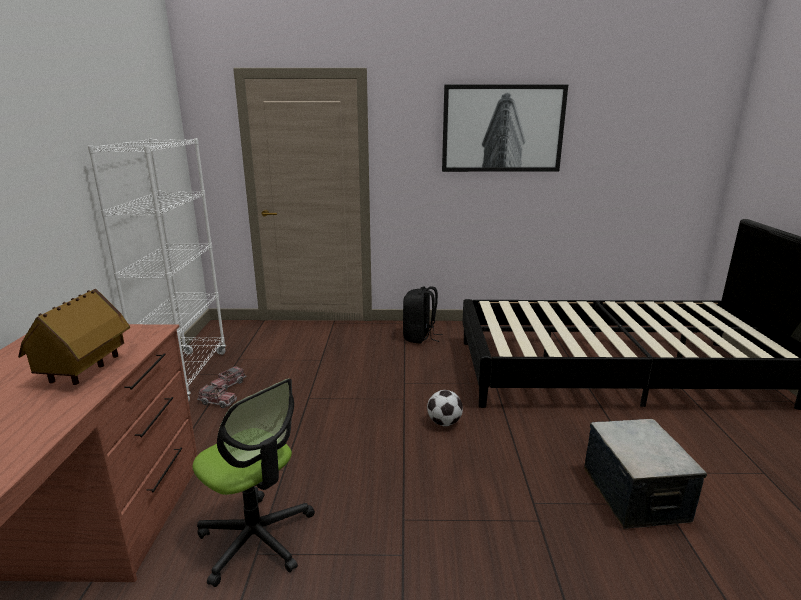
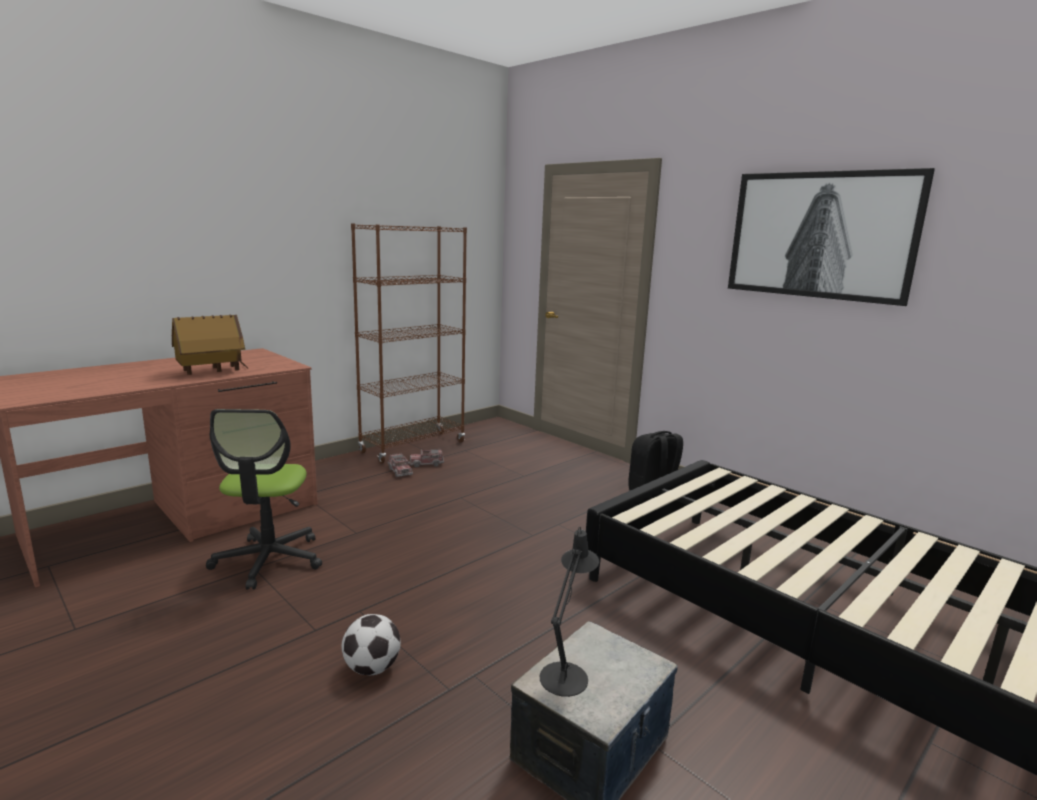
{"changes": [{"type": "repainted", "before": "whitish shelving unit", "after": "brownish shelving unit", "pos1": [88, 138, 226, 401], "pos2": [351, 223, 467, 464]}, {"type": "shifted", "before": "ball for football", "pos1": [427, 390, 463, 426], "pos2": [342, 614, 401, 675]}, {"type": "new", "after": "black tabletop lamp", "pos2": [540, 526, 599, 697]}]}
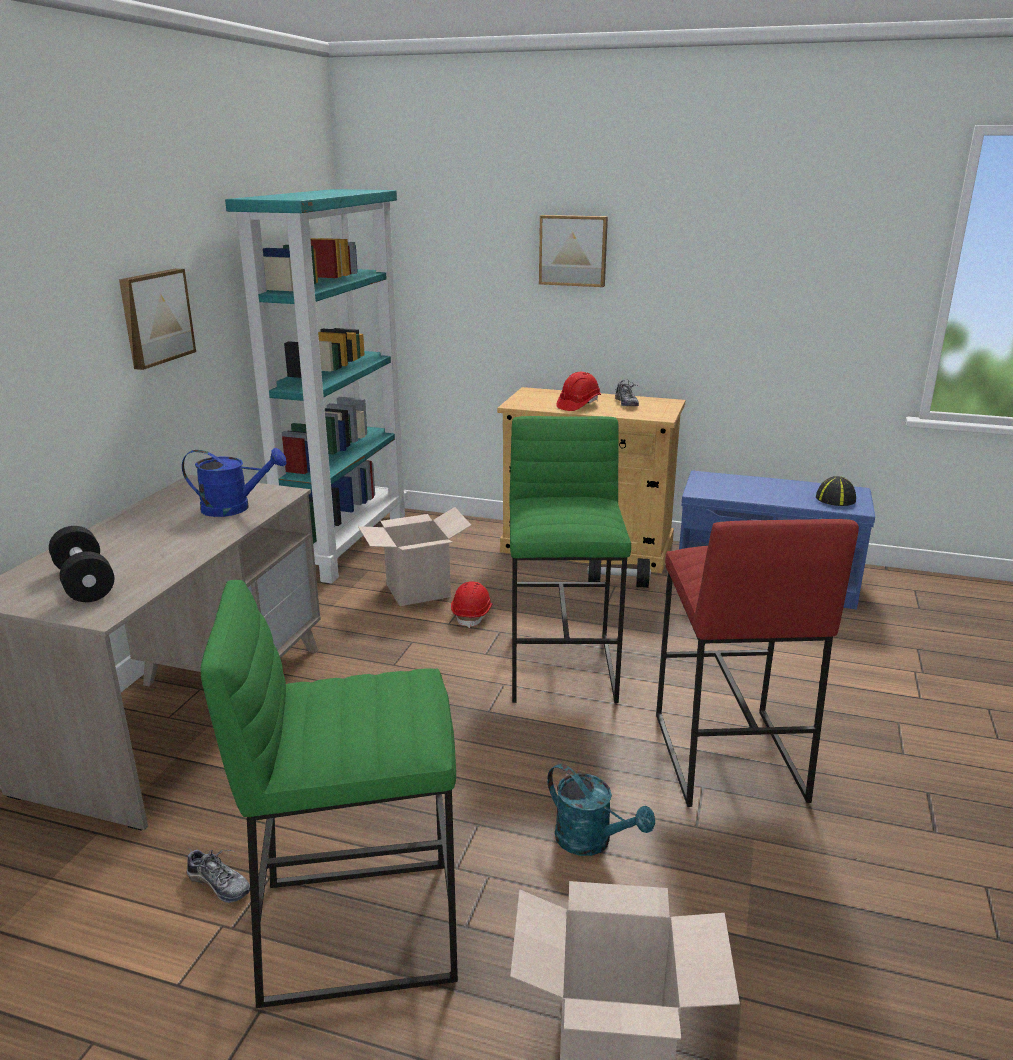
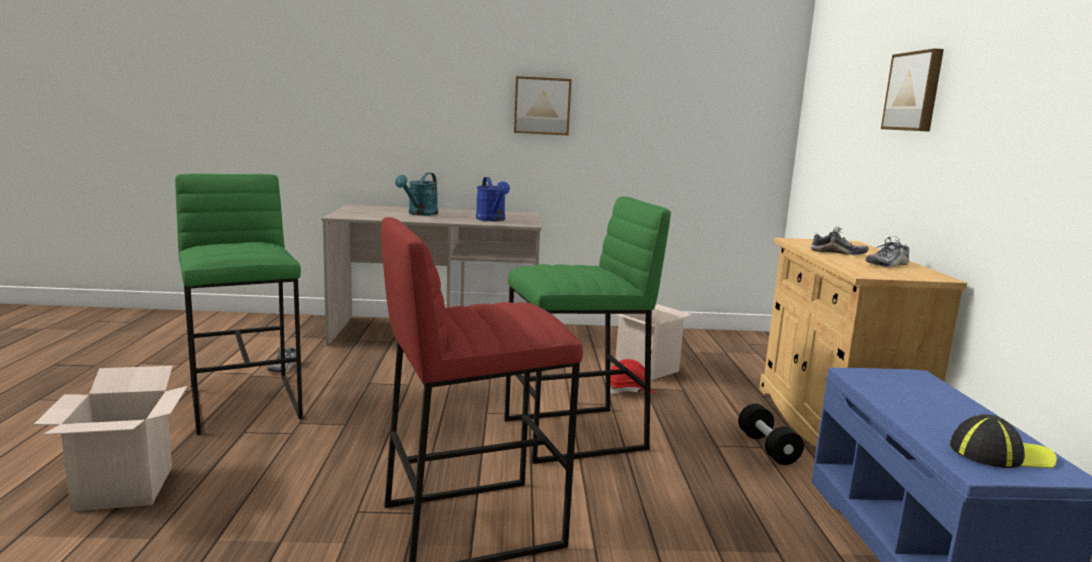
{"changes": [{"type": "gone", "before": "black dumbbell", "pos1": [49, 526, 114, 602]}, {"type": "gone", "before": "turquoise shelving unit", "pos1": [225, 189, 408, 584]}, {"type": "shifted", "before": "turquoise sprinkling can", "pos1": [547, 764, 655, 856], "pos2": [395, 173, 438, 216]}, {"type": "swapped", "before": "red hard hat", "after": "shoe", "pos1": [556, 372, 601, 411], "pos2": [811, 227, 869, 255]}]}
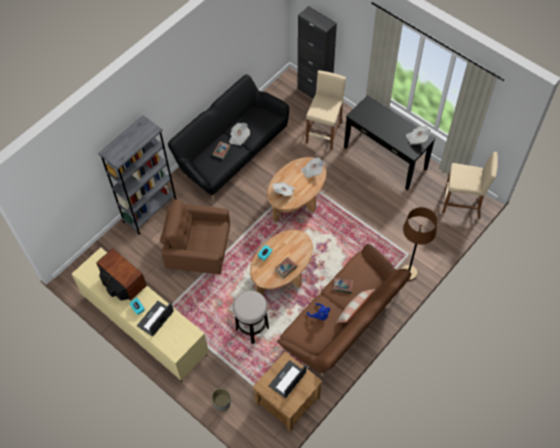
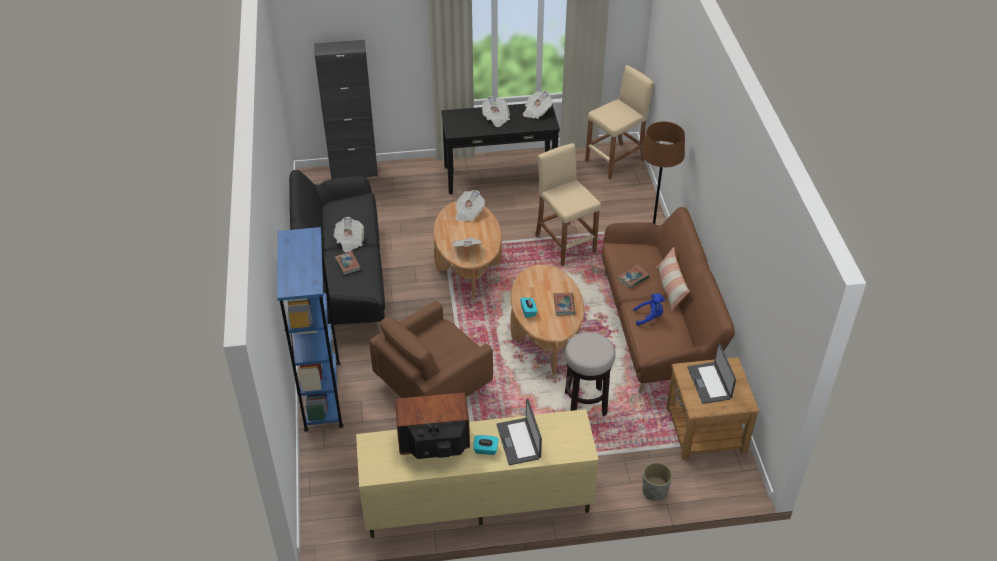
{"changes": [{"type": "repainted", "before": "greyish shelving unit", "after": "bluish shelving unit", "pos1": [98, 115, 177, 235], "pos2": [277, 227, 344, 432]}, {"type": "shifted", "before": "sand-coloured stool", "pos1": [306, 70, 346, 150], "pos2": [535, 143, 601, 266]}, {"type": "new", "after": "newspaper", "pos2": [482, 96, 510, 127]}]}
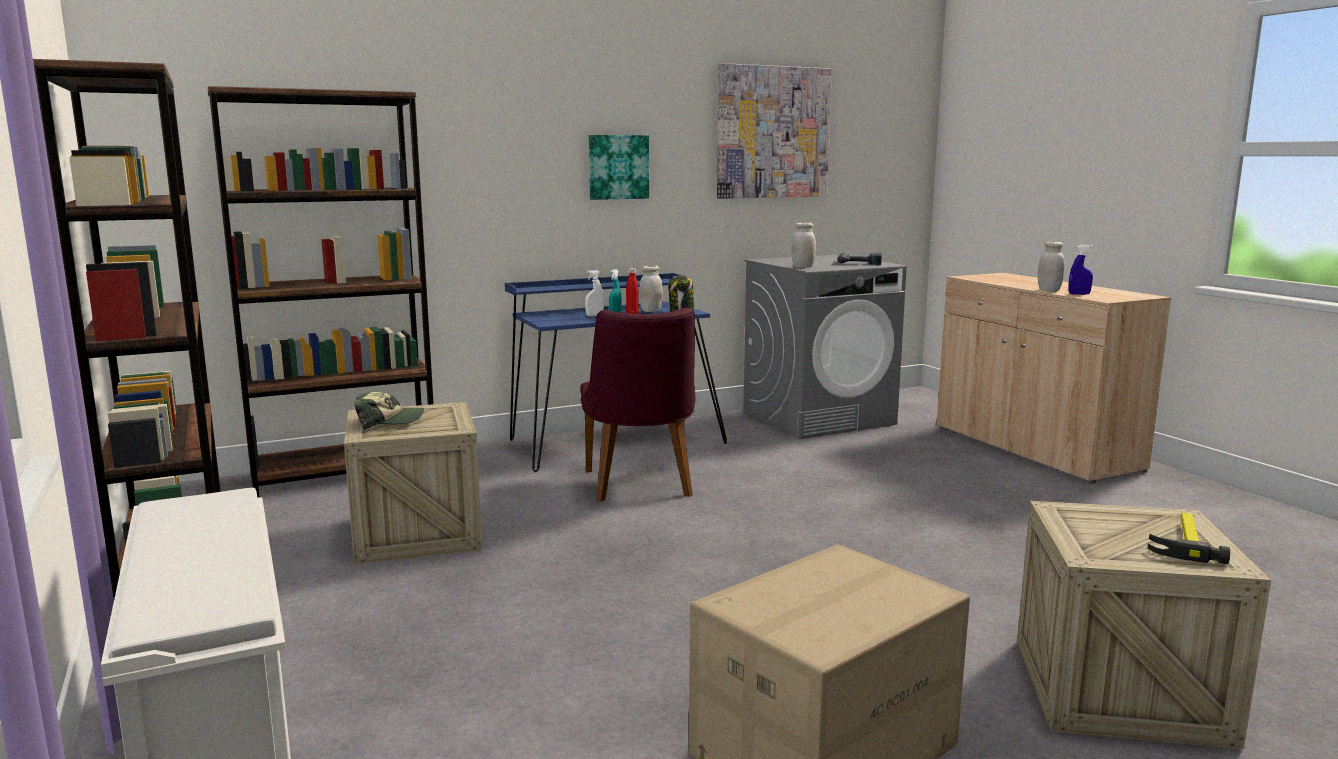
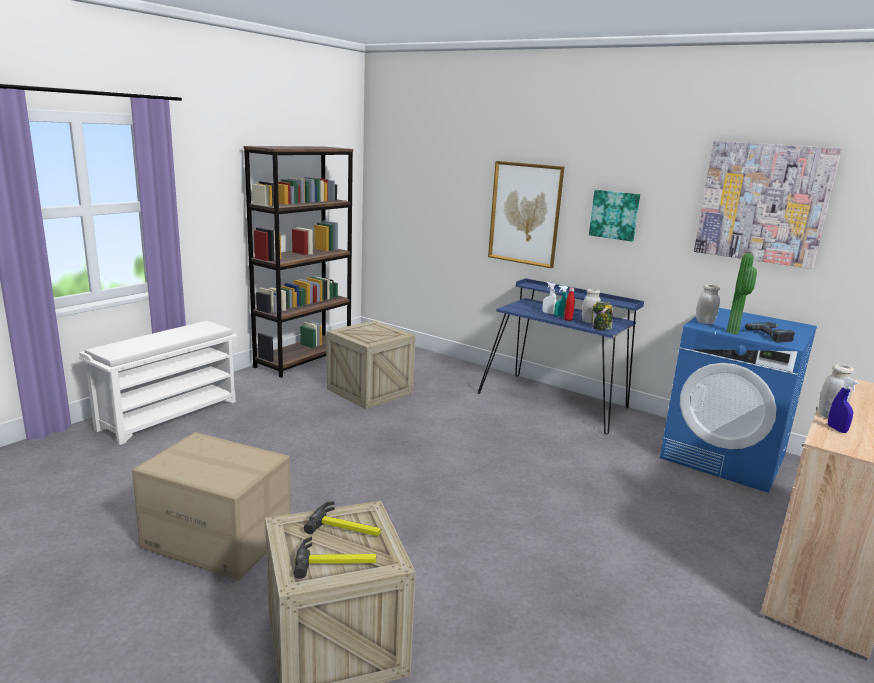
{"changes": [{"type": "gone", "before": "brownish shelving unit", "pos1": [208, 86, 434, 497]}, {"type": "gone", "before": "cap", "pos1": [354, 392, 424, 431]}, {"type": "gone", "before": "purple upright chair", "pos1": [580, 308, 696, 501]}, {"type": "repainted", "before": "greyish laundry machine", "after": "bluish laundry machine", "pos1": [743, 255, 907, 439], "pos2": [660, 308, 817, 493]}, {"type": "new", "after": "hammer", "pos2": [304, 501, 381, 536]}, {"type": "new", "after": "wall art", "pos2": [488, 161, 564, 268]}, {"type": "new", "after": "houseplant", "pos2": [727, 253, 757, 334]}]}
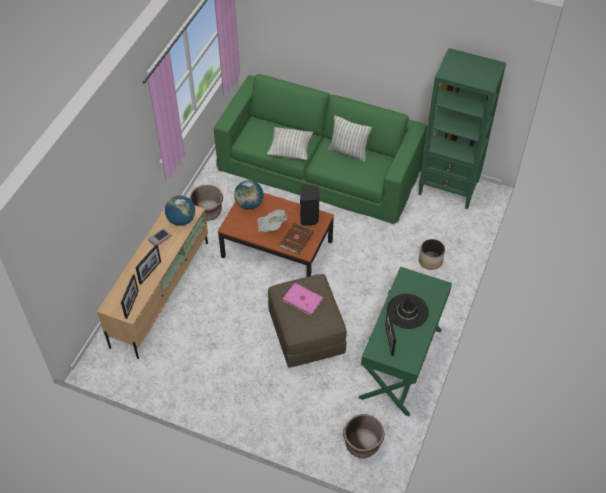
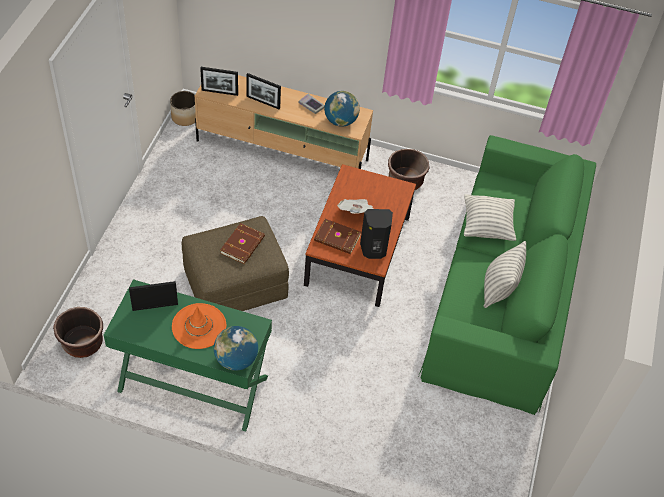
{"changes": [{"type": "shifted", "before": "world globe", "pos1": [234, 180, 263, 209], "pos2": [214, 326, 258, 371]}, {"type": "repainted", "before": "pink-coloured bound book", "after": "brownish bound book", "pos1": [283, 283, 323, 315], "pos2": [220, 223, 265, 264]}, {"type": "repainted", "before": "black hat", "after": "orange-coloured hat", "pos1": [387, 294, 429, 329], "pos2": [172, 303, 226, 349]}, {"type": "gone", "before": "greenish shelving unit", "pos1": [418, 48, 506, 209]}, {"type": "shifted", "before": "planter", "pos1": [419, 239, 445, 270], "pos2": [170, 91, 196, 126]}]}
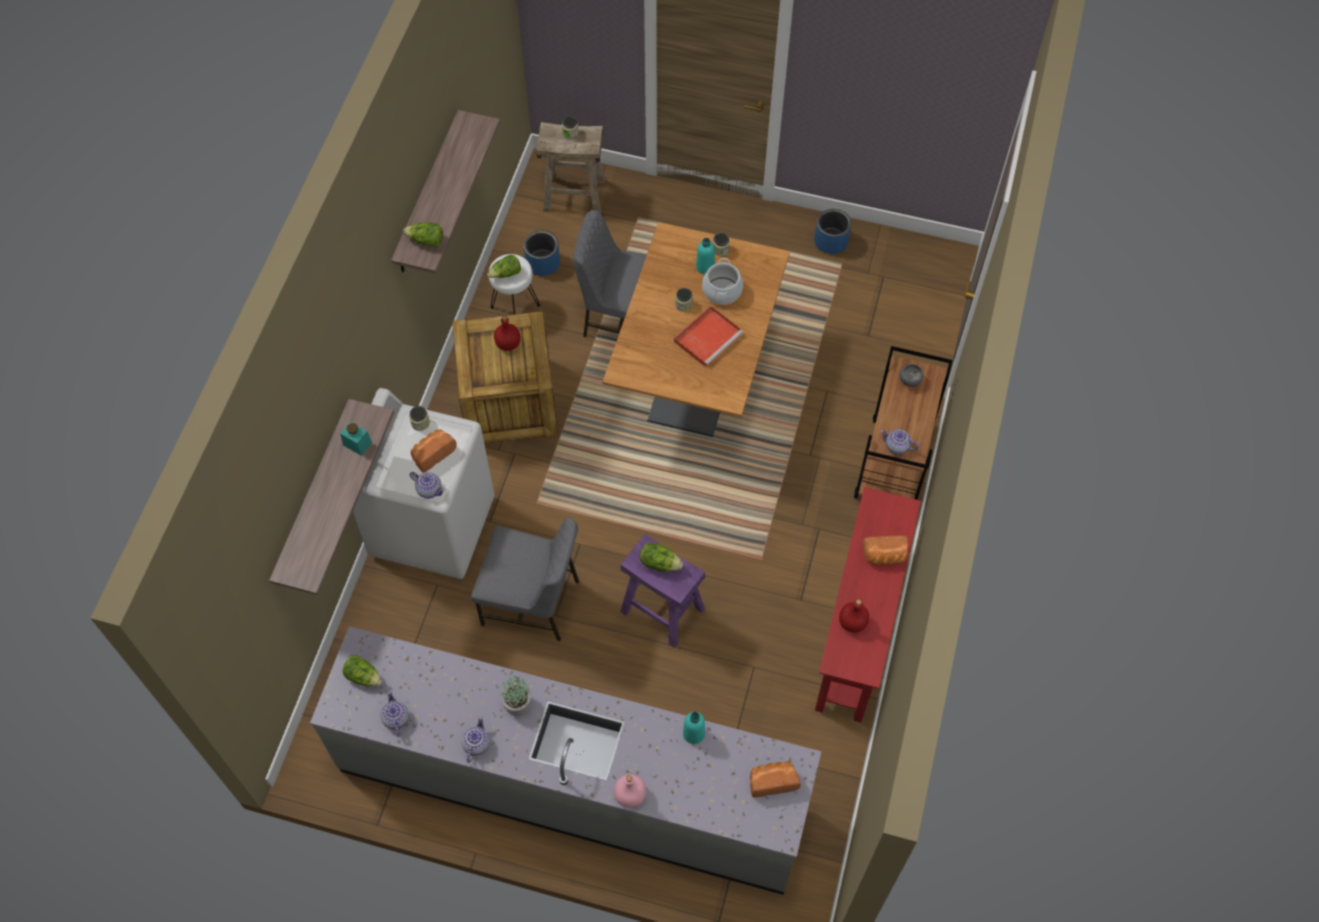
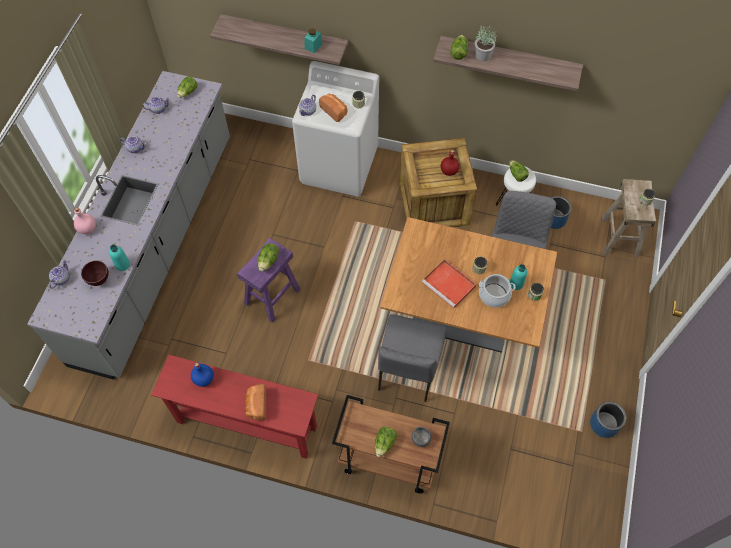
{"changes": [{"type": "shifted", "before": "greyish upright chair", "pos1": [471, 517, 579, 641], "pos2": [378, 314, 447, 402]}, {"type": "shifted", "before": "houseplant", "pos1": [501, 676, 531, 716], "pos2": [475, 25, 496, 61]}, {"type": "gone", "before": "baked bread", "pos1": [750, 762, 801, 798]}, {"type": "repainted", "before": "red beverage bottle", "after": "bluish beverage bottle", "pos1": [839, 599, 869, 633], "pos2": [191, 363, 214, 387]}, {"type": "shifted", "before": "pot for tea", "pos1": [880, 429, 919, 455], "pos2": [49, 260, 70, 289]}, {"type": "new", "after": "brownish deep dish", "pos2": [81, 260, 109, 286]}, {"type": "new", "after": "lettuce head", "pos2": [375, 426, 397, 457]}]}
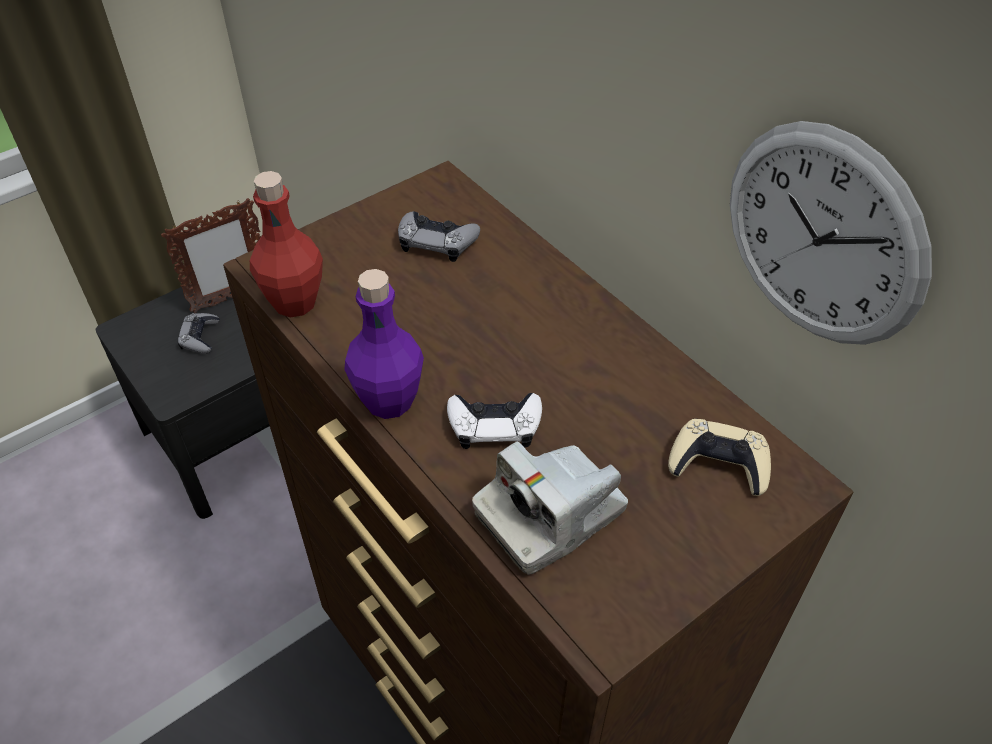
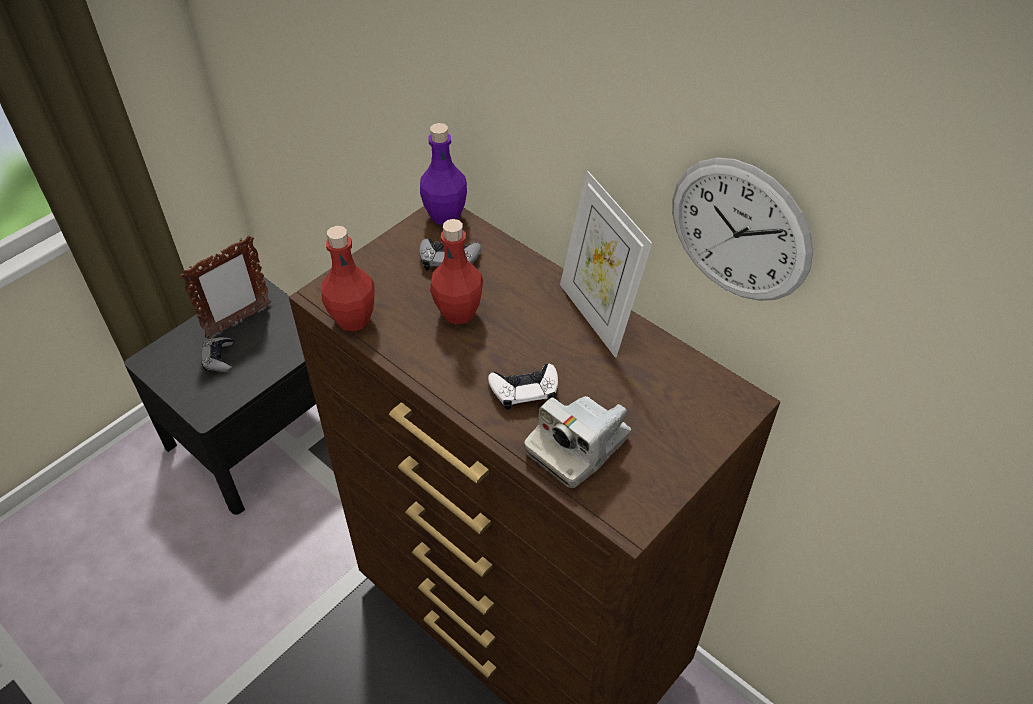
{"changes": [{"type": "shifted", "before": "purple beverage bottle", "pos1": [344, 269, 424, 419], "pos2": [420, 123, 467, 225]}, {"type": "gone", "before": "sand-coloured game controller", "pos1": [668, 419, 771, 496]}, {"type": "new", "after": "red beverage bottle", "pos2": [430, 219, 483, 325]}, {"type": "new", "after": "standing frame", "pos2": [560, 171, 652, 358]}]}
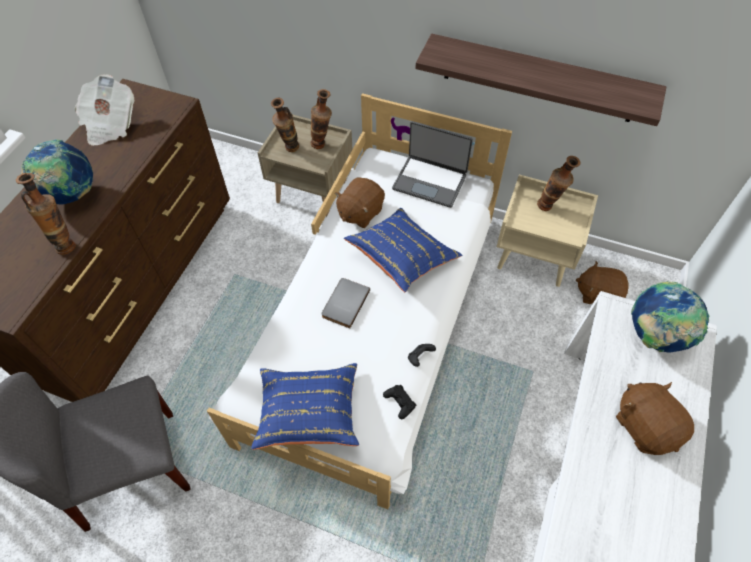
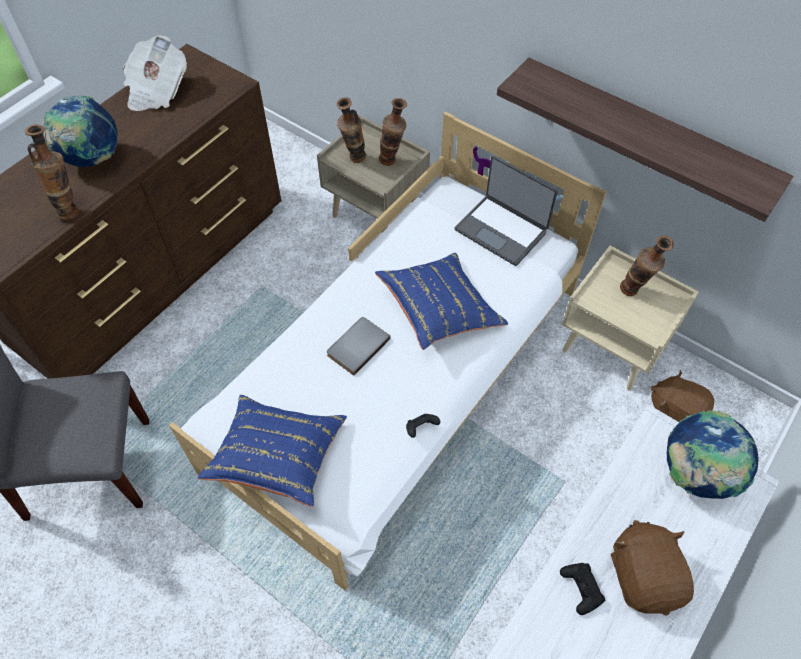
{"changes": [{"type": "gone", "before": "brownish plush toy", "pos1": [335, 177, 385, 228]}, {"type": "shifted", "before": "black game controller", "pos1": [383, 385, 417, 419], "pos2": [560, 563, 606, 615]}]}
